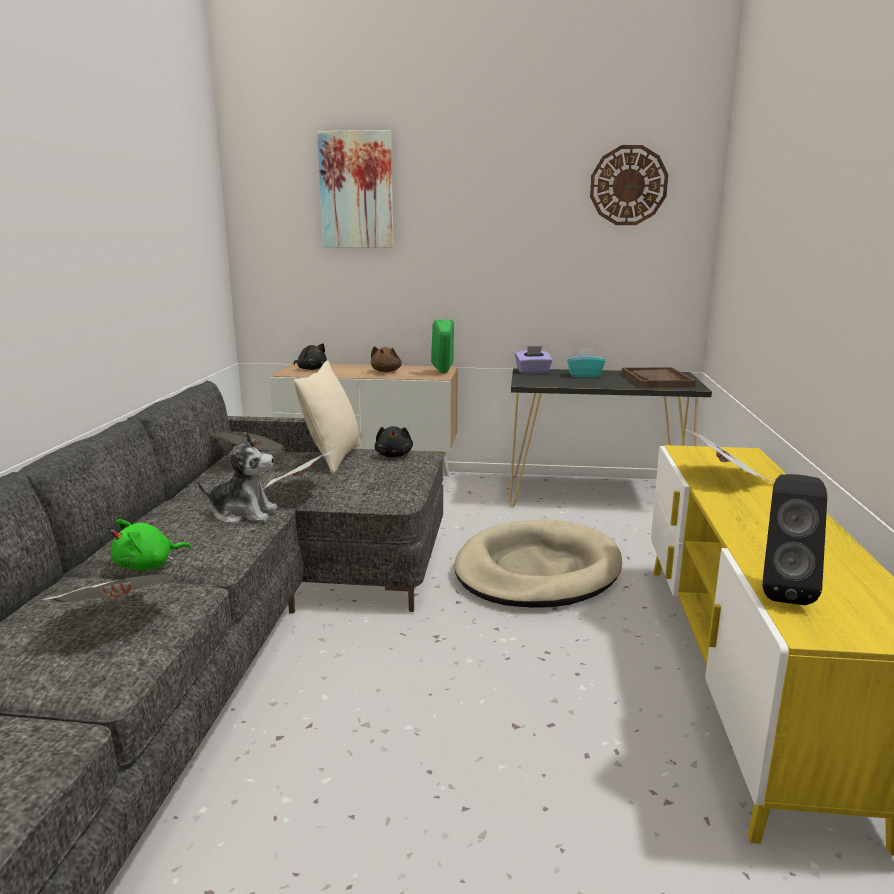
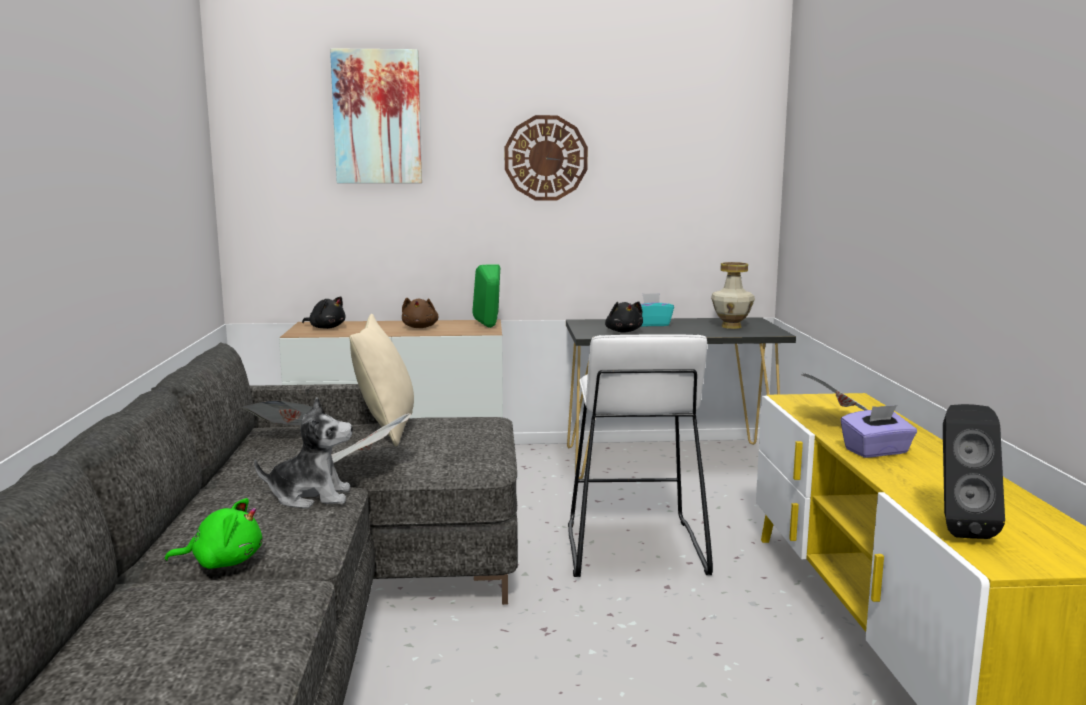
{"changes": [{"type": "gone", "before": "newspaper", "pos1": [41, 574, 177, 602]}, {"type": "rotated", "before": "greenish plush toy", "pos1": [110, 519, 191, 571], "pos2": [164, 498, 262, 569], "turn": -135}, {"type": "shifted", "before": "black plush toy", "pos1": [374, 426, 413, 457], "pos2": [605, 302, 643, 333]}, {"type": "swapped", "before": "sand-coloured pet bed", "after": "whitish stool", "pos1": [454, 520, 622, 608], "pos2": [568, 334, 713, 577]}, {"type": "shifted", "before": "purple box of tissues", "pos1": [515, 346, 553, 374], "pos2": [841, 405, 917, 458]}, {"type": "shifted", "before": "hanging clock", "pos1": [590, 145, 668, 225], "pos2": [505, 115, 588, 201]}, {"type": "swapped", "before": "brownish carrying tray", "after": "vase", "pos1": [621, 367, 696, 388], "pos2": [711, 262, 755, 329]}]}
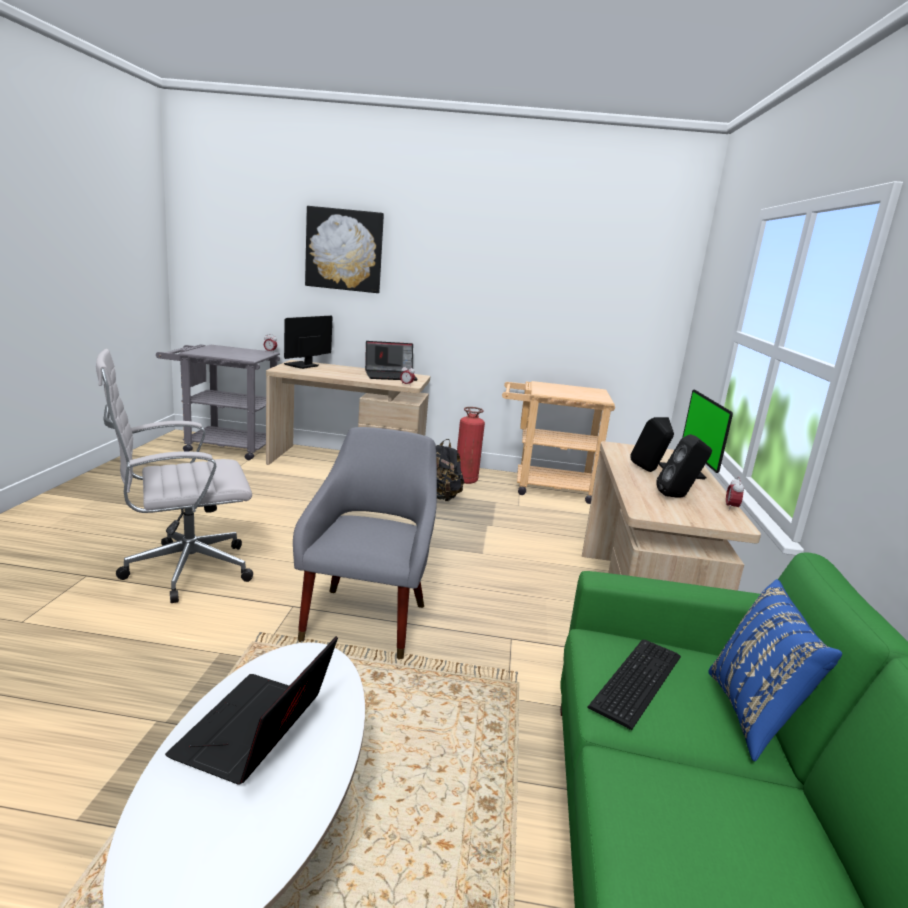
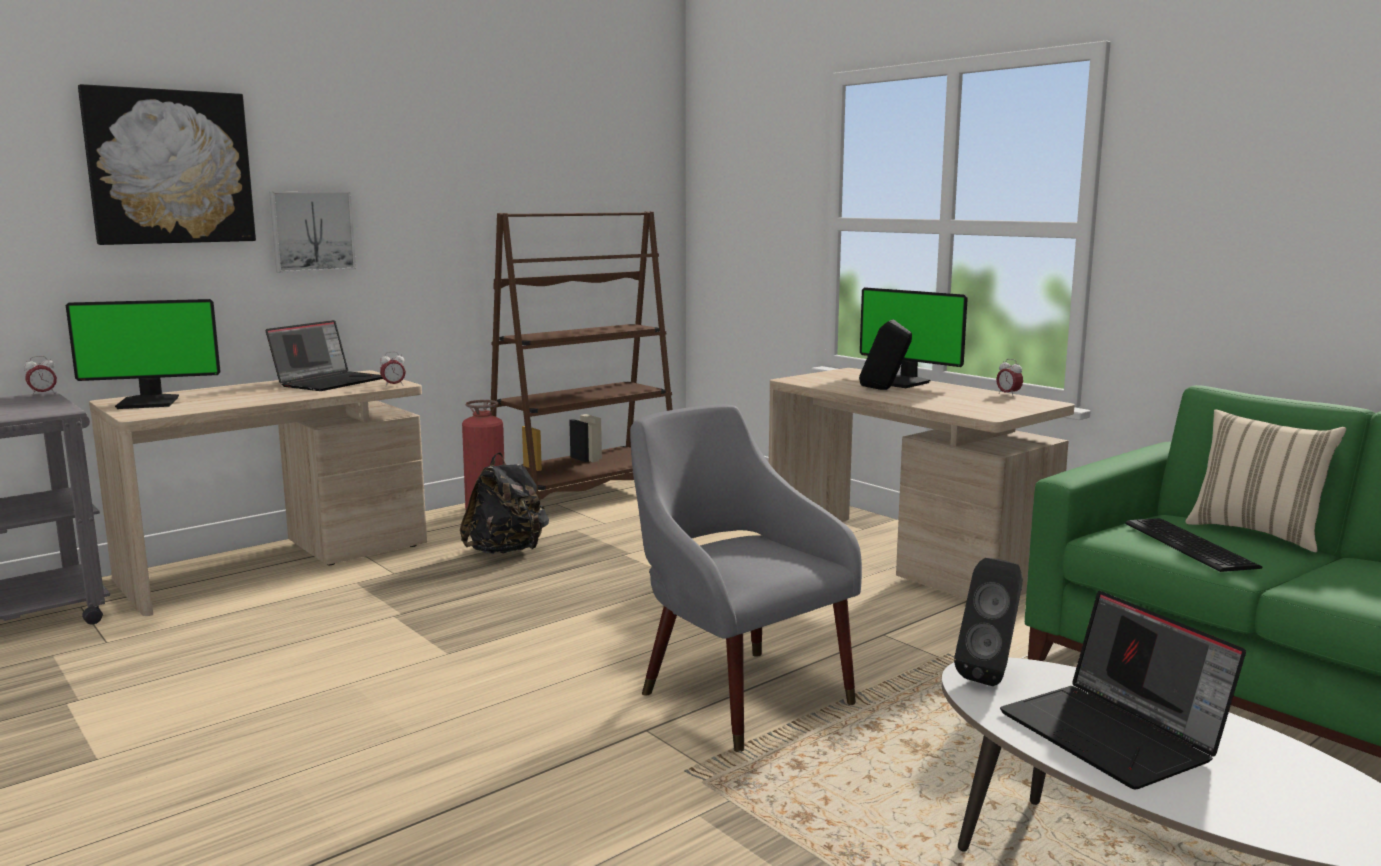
{"changes": [{"type": "gone", "before": "whitish desk chair", "pos1": [96, 349, 253, 603]}, {"type": "rotated", "before": "computer display", "pos1": [284, 316, 332, 369], "pos2": [66, 299, 221, 409], "turn": -90}, {"type": "swapped", "before": "sand-coloured wheeled cart", "after": "brownish shelving unit", "pos1": [502, 381, 615, 504], "pos2": [490, 211, 673, 500]}, {"type": "shifted", "before": "black audio speaker", "pos1": [656, 434, 712, 497], "pos2": [954, 558, 1023, 686]}, {"type": "repainted", "before": "bluish throw pillow", "after": "sand-coloured throw pillow", "pos1": [708, 579, 842, 761], "pos2": [1185, 409, 1346, 552]}, {"type": "new", "after": "wall art", "pos2": [269, 192, 356, 273]}]}
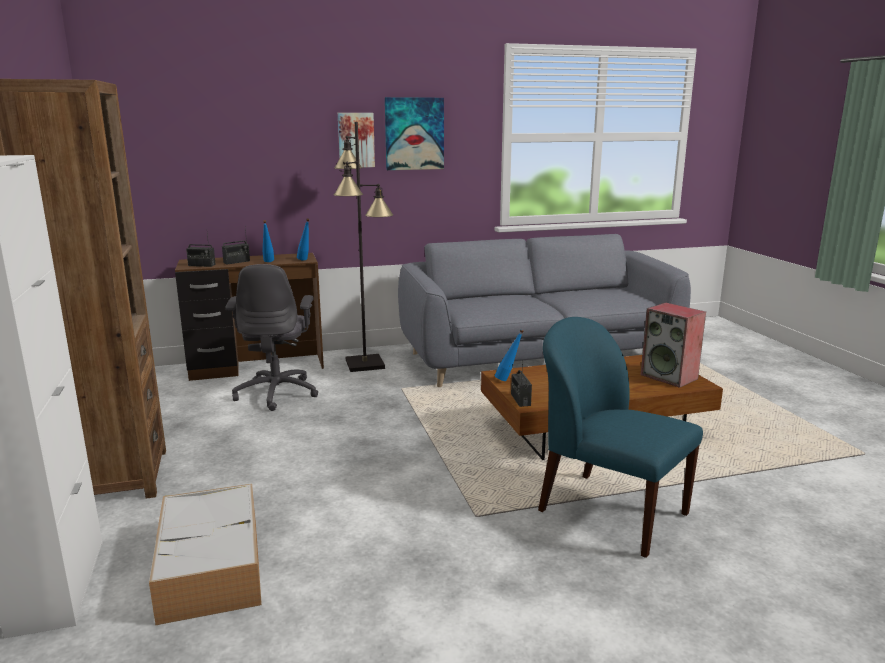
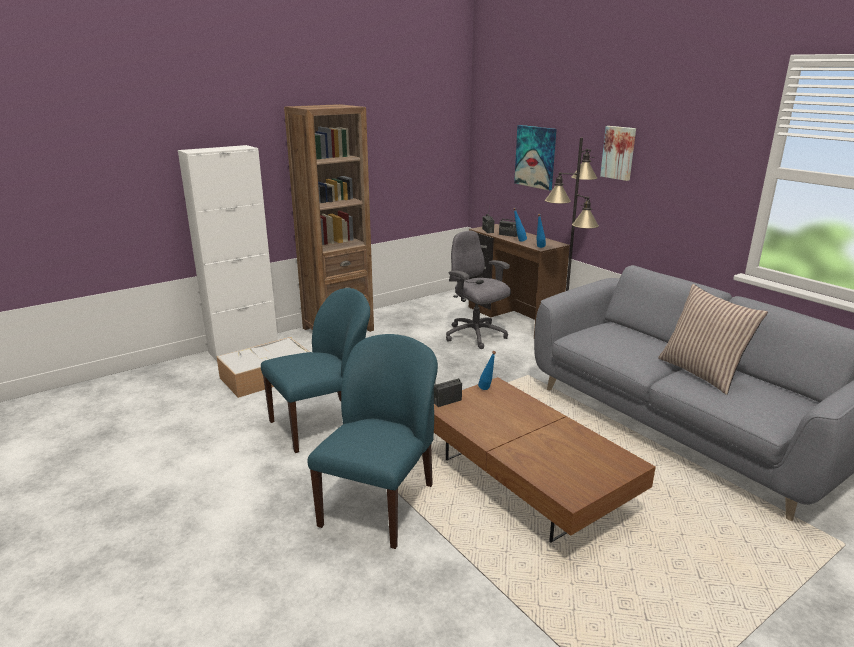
{"changes": [{"type": "rotated", "before": "greyish desk chair", "pos1": [225, 264, 318, 411], "pos2": [446, 231, 511, 349], "turn": 75}, {"type": "shifted", "before": "wall art", "pos1": [385, 97, 444, 170], "pos2": [514, 125, 557, 191]}, {"type": "gone", "before": "audio speaker", "pos1": [641, 303, 706, 388]}, {"type": "new", "after": "bluish upright chair", "pos2": [261, 288, 370, 453]}, {"type": "new", "after": "throw pillow", "pos2": [658, 284, 768, 395]}]}
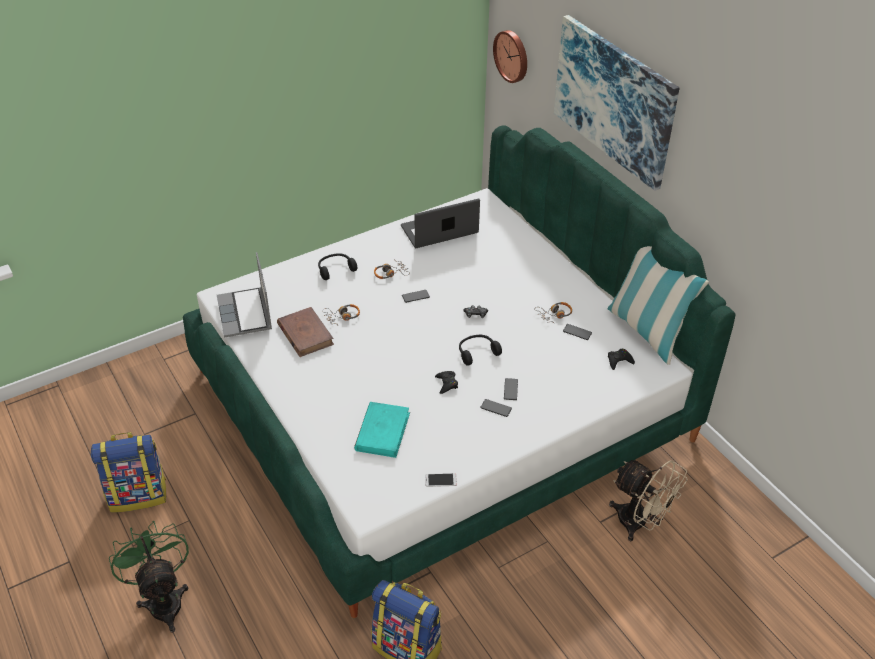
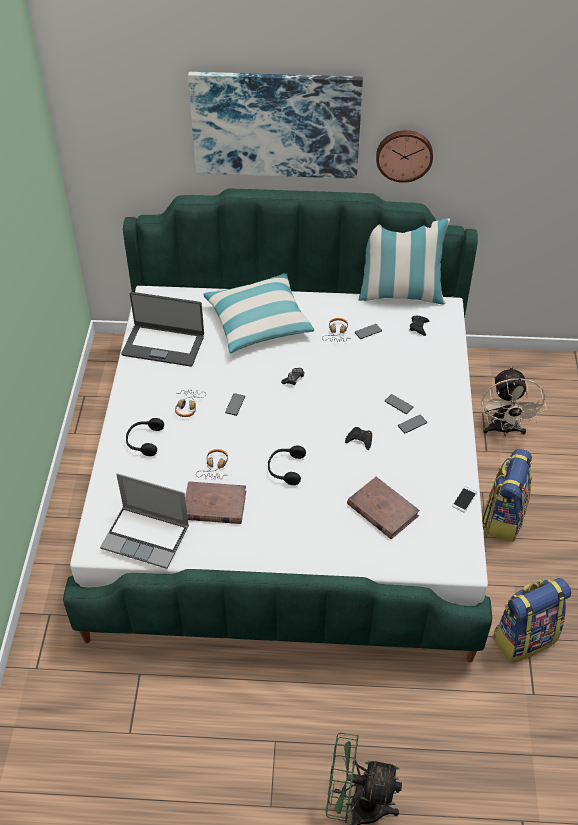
{"changes": [{"type": "shifted", "before": "backpack", "pos1": [91, 432, 166, 513], "pos2": [482, 449, 532, 542]}, {"type": "repainted", "before": "turquoise bound book", "after": "brownish bound book", "pos1": [354, 402, 410, 458], "pos2": [347, 477, 420, 539]}, {"type": "rotated", "before": "notebook computer", "pos1": [401, 199, 480, 248], "pos2": [121, 292, 204, 367], "turn": -90}, {"type": "shifted", "before": "black headphones", "pos1": [459, 335, 502, 366], "pos2": [268, 446, 306, 485]}, {"type": "shifted", "before": "hanging clock", "pos1": [493, 30, 527, 83], "pos2": [376, 130, 433, 183]}, {"type": "rotated", "before": "sand-coloured electric fan", "pos1": [609, 460, 688, 541], "pos2": [482, 367, 547, 436], "turn": 105}, {"type": "new", "after": "throw pillow", "pos2": [203, 273, 314, 353]}]}
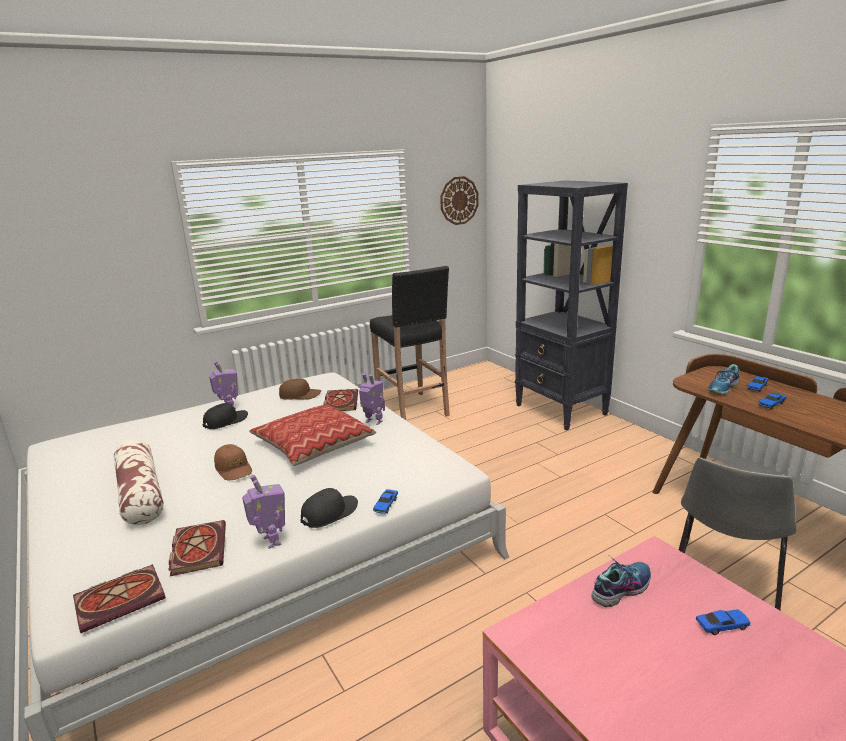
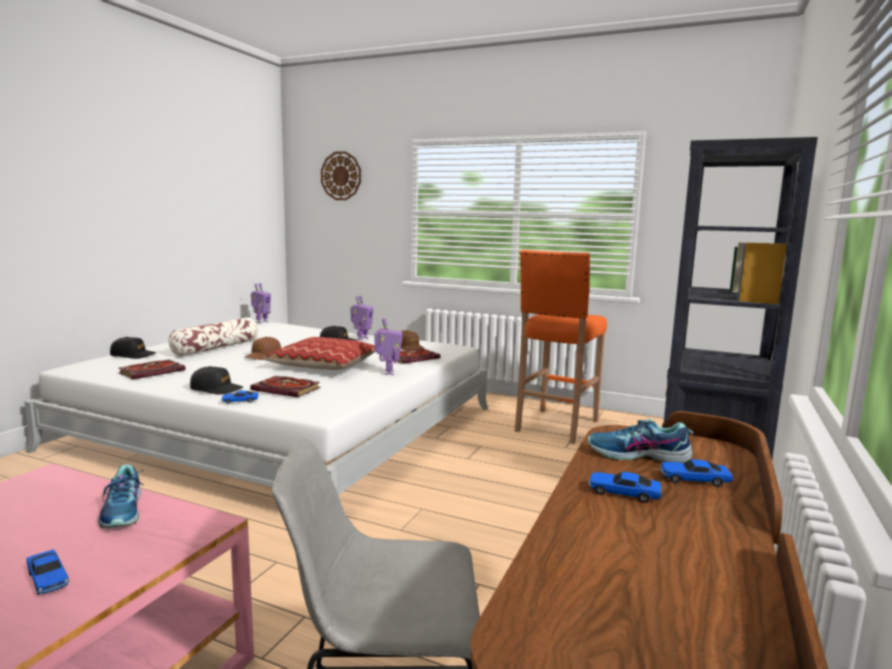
{"changes": [{"type": "shifted", "before": "bound book", "pos1": [73, 564, 166, 633], "pos2": [250, 376, 320, 397]}, {"type": "shifted", "before": "toy robot", "pos1": [242, 475, 285, 549], "pos2": [251, 283, 271, 323]}, {"type": "repainted", "before": "black stool", "after": "orange-coloured stool", "pos1": [370, 266, 450, 420], "pos2": [515, 250, 607, 444]}, {"type": "shifted", "before": "hanging clock", "pos1": [440, 176, 478, 225], "pos2": [321, 151, 361, 200]}, {"type": "rotated", "before": "shoe", "pos1": [591, 555, 651, 607], "pos2": [98, 464, 144, 528], "turn": 45}, {"type": "new", "after": "black cap", "pos2": [110, 337, 157, 359]}]}
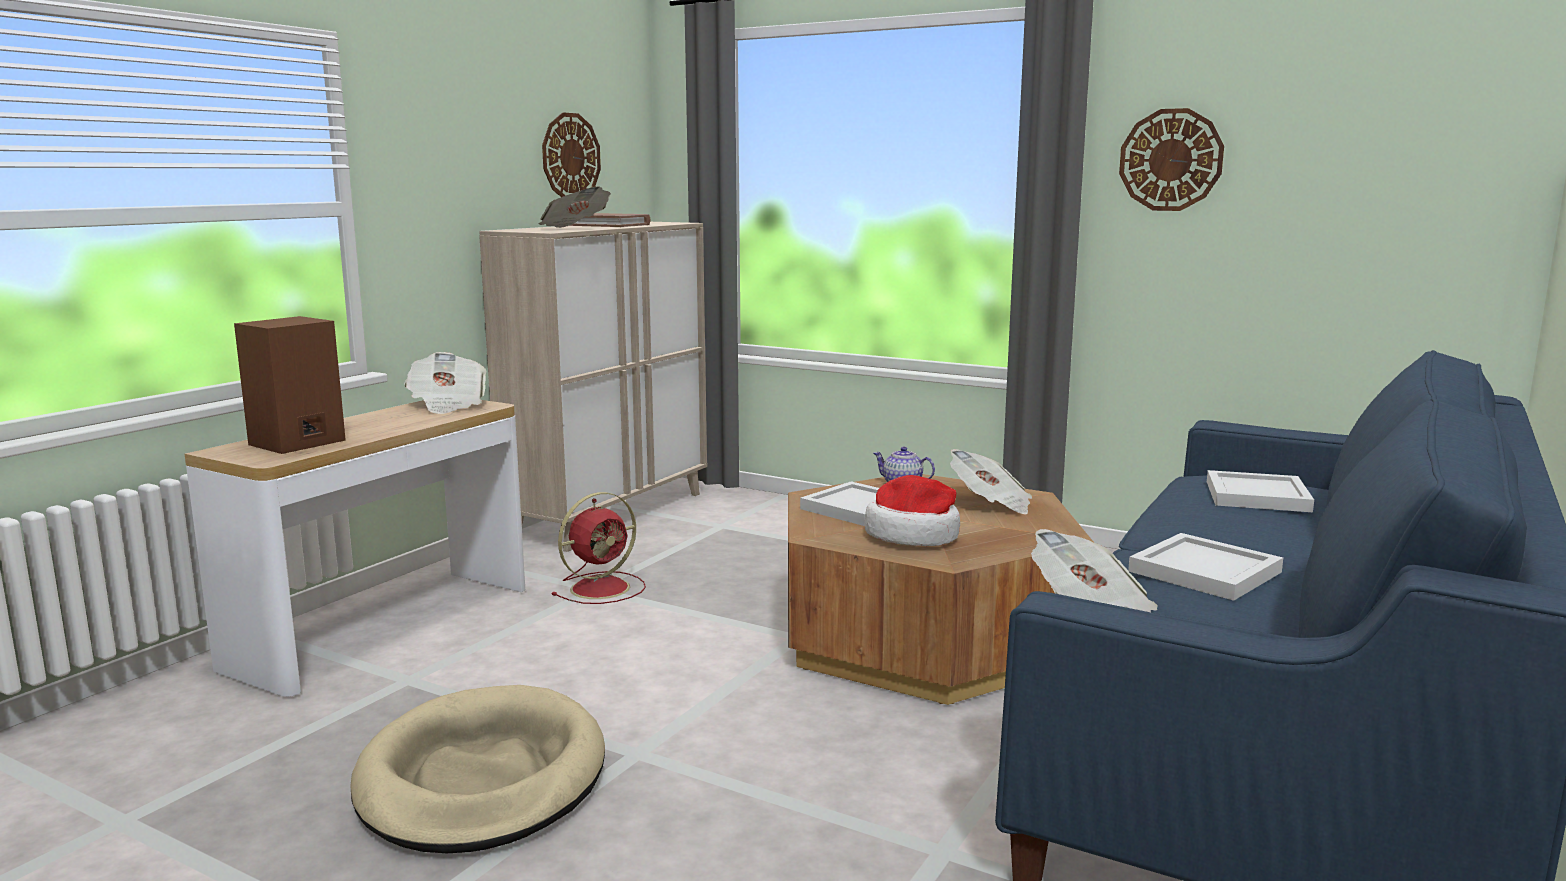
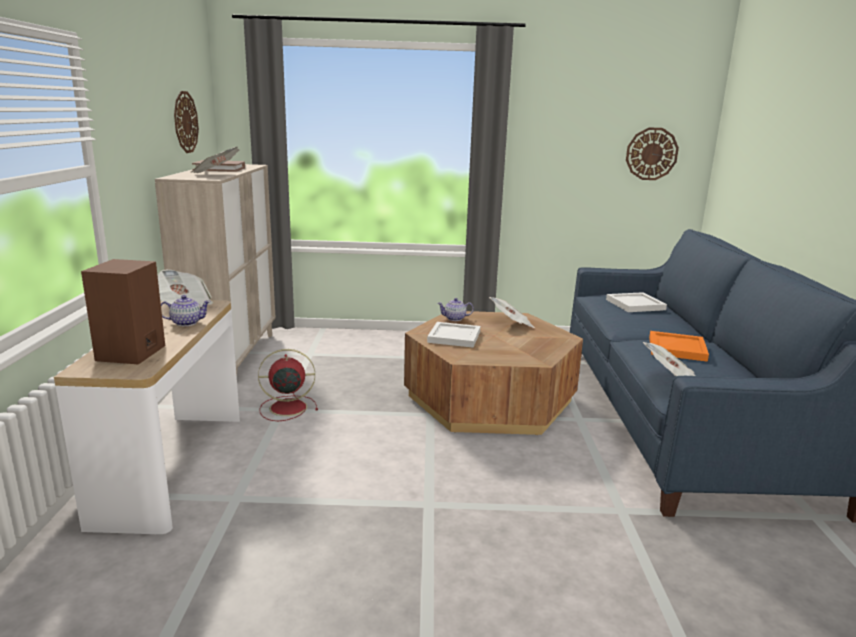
{"changes": [{"type": "gone", "before": "sand-coloured pet bed", "pos1": [350, 685, 605, 853]}, {"type": "rotated", "before": "red electric fan", "pos1": [551, 492, 646, 604], "pos2": [258, 349, 318, 421], "turn": -120}, {"type": "gone", "before": "hat", "pos1": [864, 475, 960, 546]}, {"type": "shifted", "before": "hanging clock", "pos1": [1119, 108, 1224, 211], "pos2": [626, 127, 679, 180]}, {"type": "repainted", "before": "whitish carrying tray", "after": "orange-coloured carrying tray", "pos1": [1128, 533, 1283, 601], "pos2": [649, 331, 709, 362]}, {"type": "new", "after": "pot for tea", "pos2": [161, 295, 211, 326]}]}
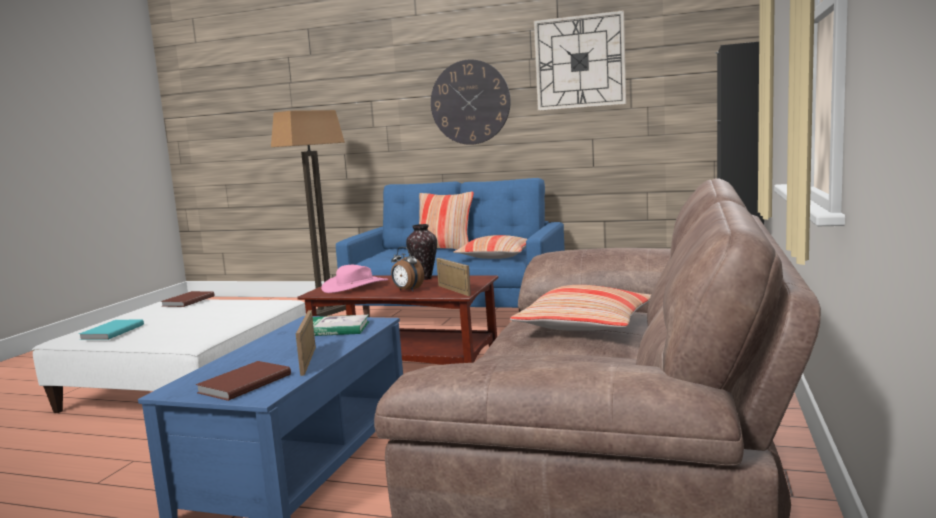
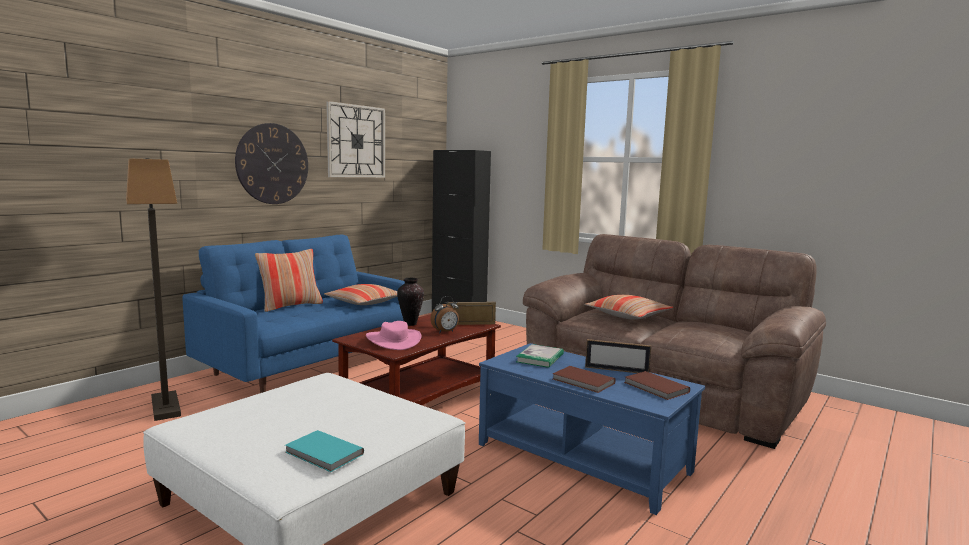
{"changes": [{"type": "shifted", "before": "brownish bound book", "pos1": [161, 291, 214, 307], "pos2": [552, 366, 616, 393]}]}
